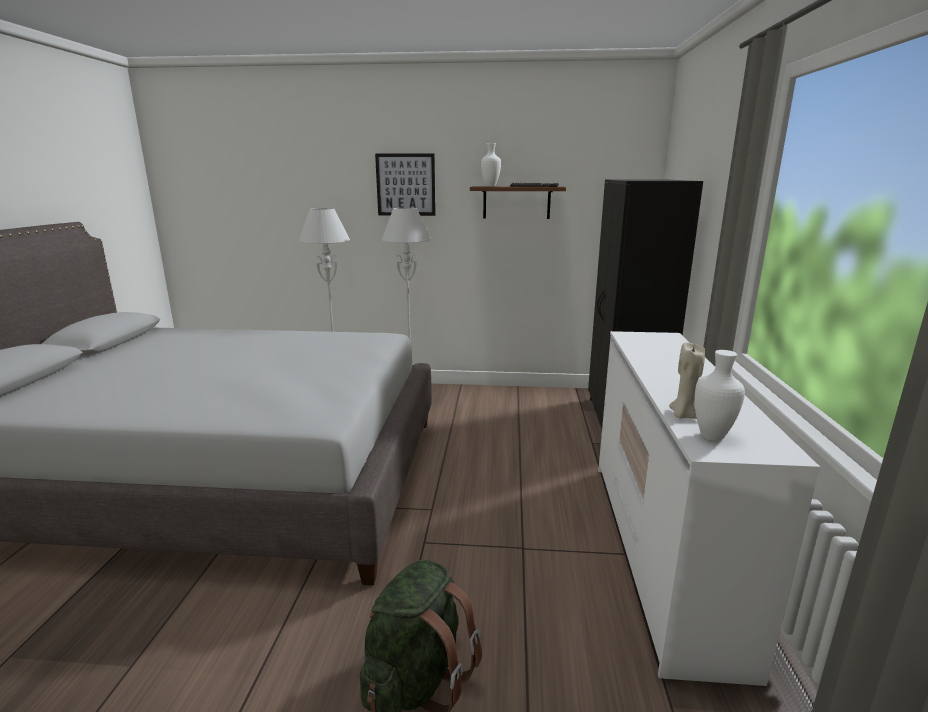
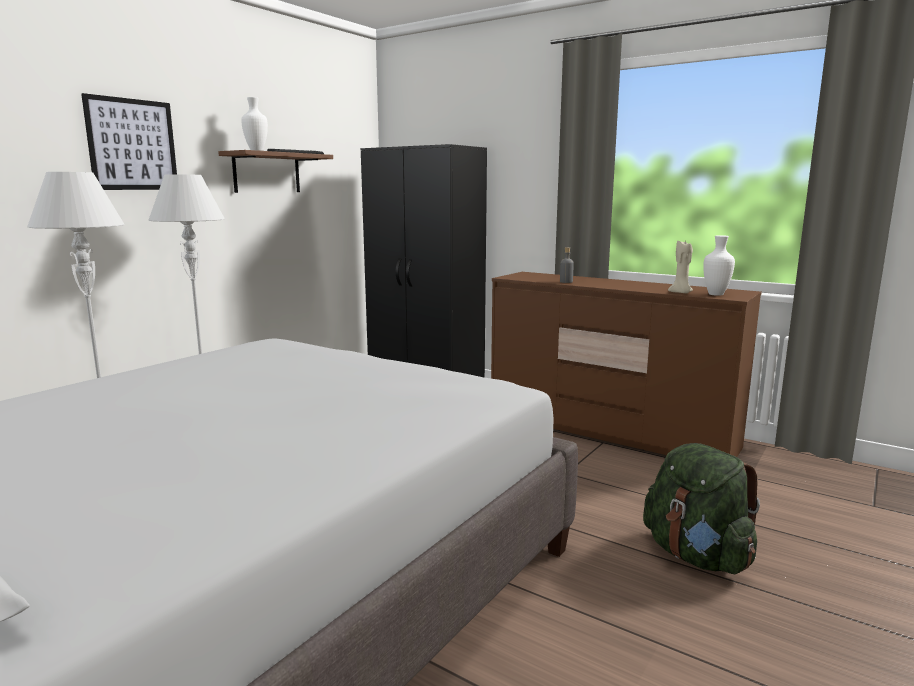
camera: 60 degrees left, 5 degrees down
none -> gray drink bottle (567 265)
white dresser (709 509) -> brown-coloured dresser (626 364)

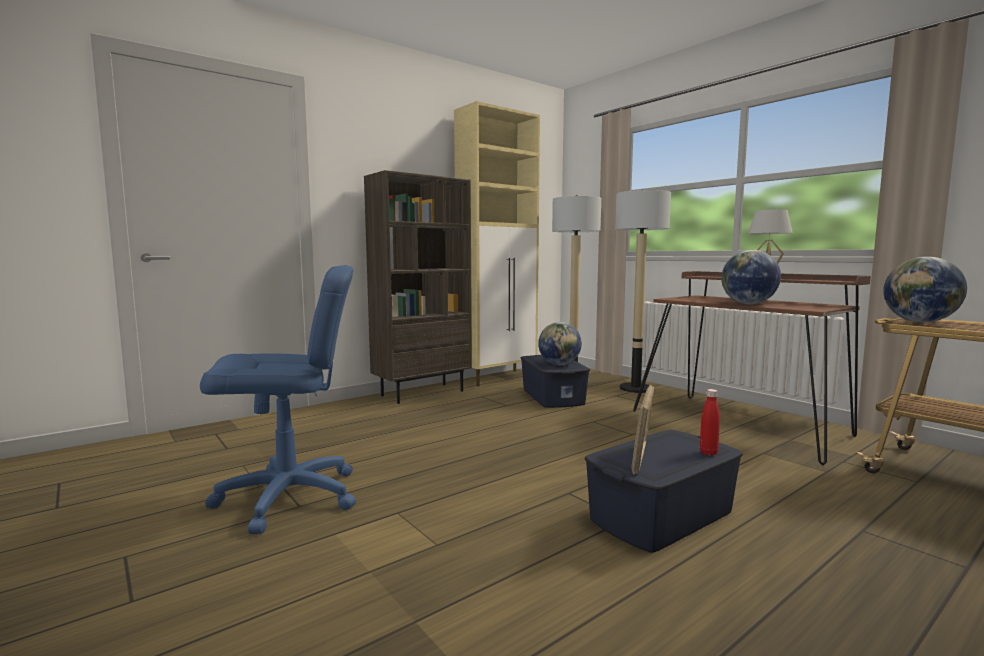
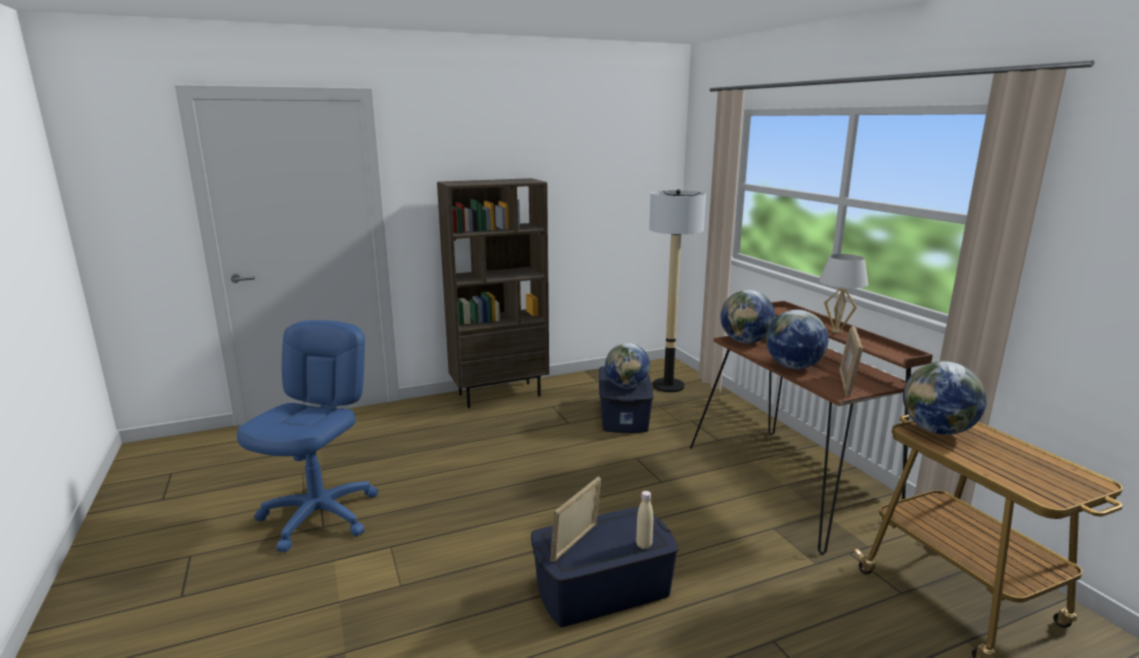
camera: 15 degrees right, 10 degrees up
sand-coloured storage cabinet (497 244) -> none
floor lamp (643 291) -> none
none -> desk globe (748 316)
none -> standing frame (851 361)
red-coloured drink bottle (710 422) -> sand-coloured drink bottle (644 520)
blue computer chair (278 399) -> blue computer chair (307 436), 75 degrees counterclockwise

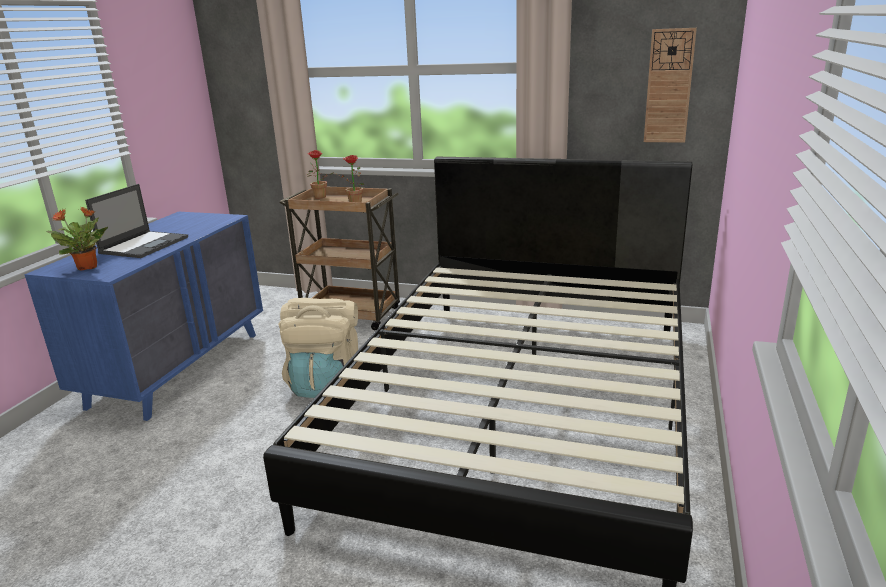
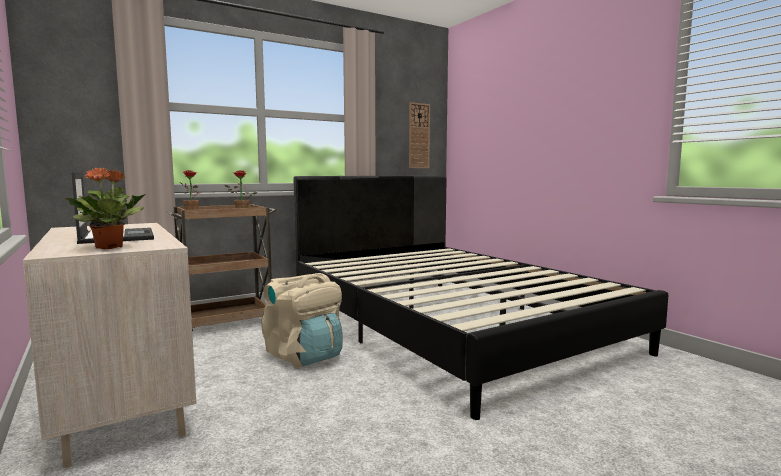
camera: 50 degrees left, 15 degrees down
blue dresser (143 316) -> sand-coloured dresser (110 345)

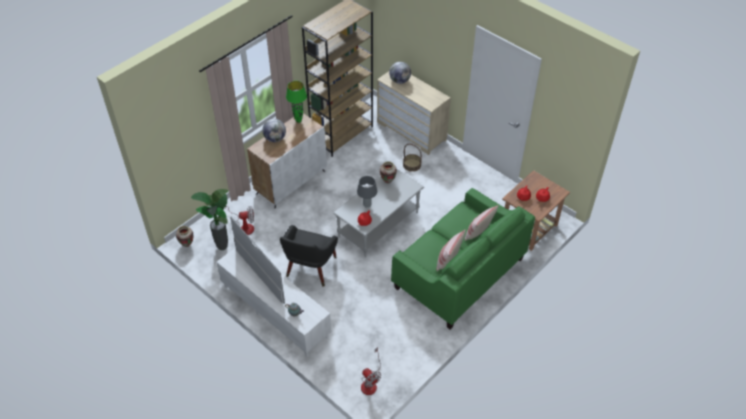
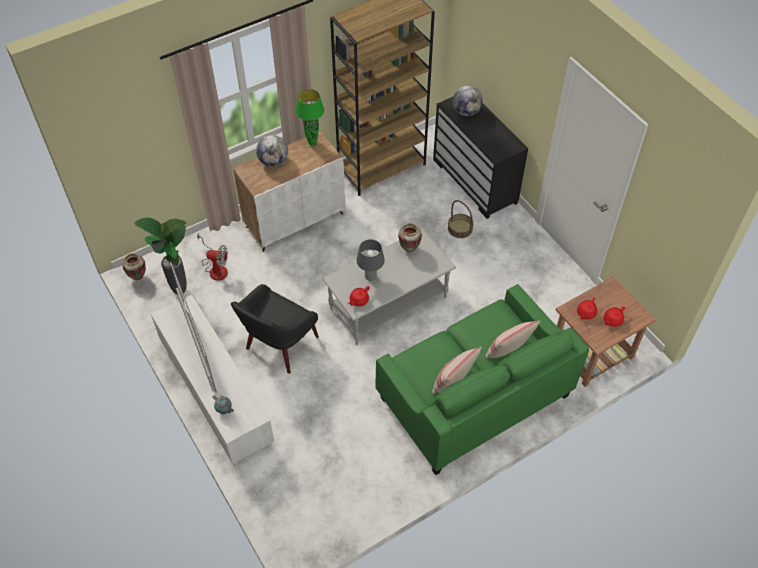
camera: 15 degrees right, 5 degrees up
electric fan (371 371) -> none
sand-coloured dresser (414 113) -> black dresser (480 158)

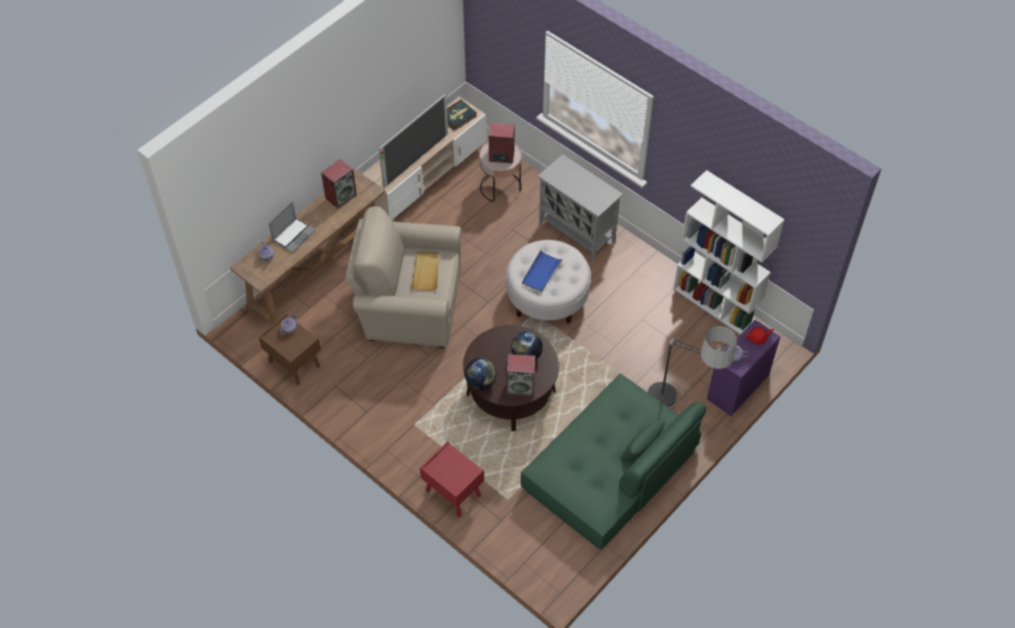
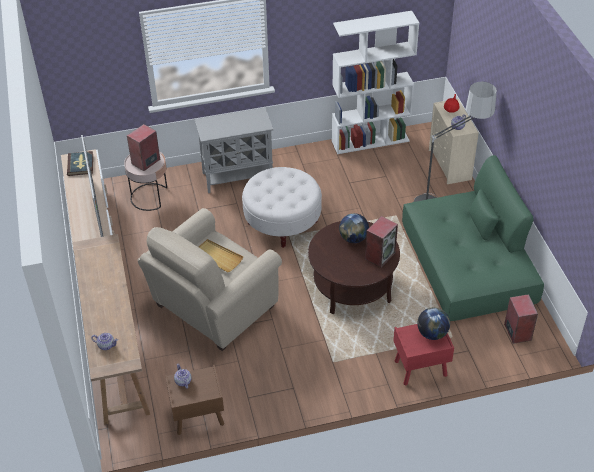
camera: 55 degrees left, 10 degrees down
notebook computer (292 227) -> none
blue carrying tray (542 271) -> none
loudspeaker (339 184) -> loudspeaker (521 319), moved
desk globe (481 374) -> desk globe (433 323), moved
purple dresser (743 368) -> sand-coloured dresser (454 141)

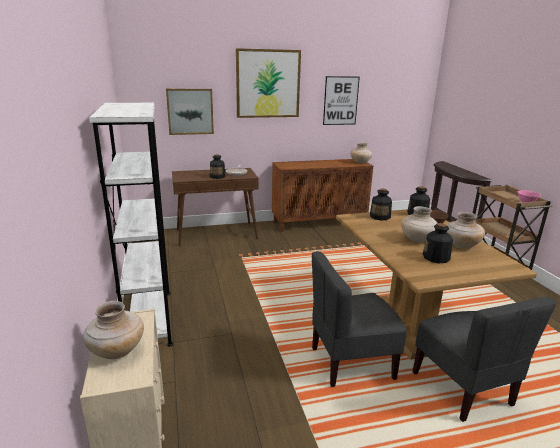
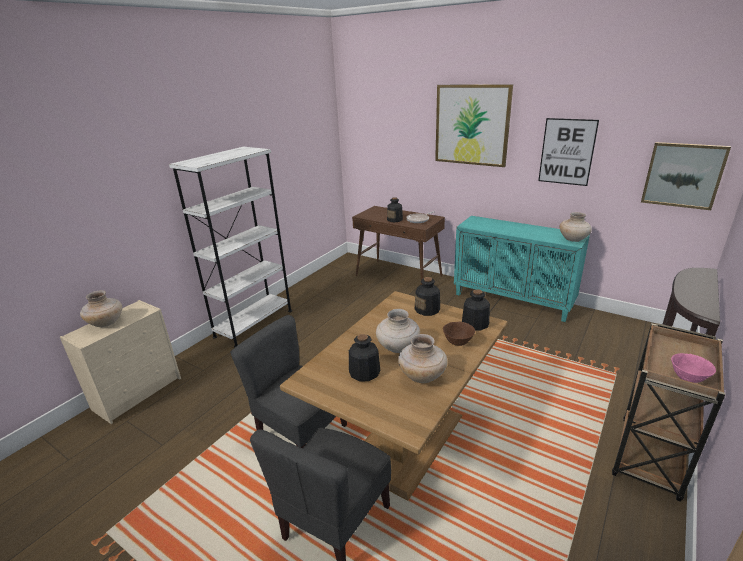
camera: 50 degrees right, 5 degrees up
picture (190 112) -> picture (686 176), moved
brown-coloured storage cabinet (322 195) -> turquoise-coloured storage cabinet (522 269)

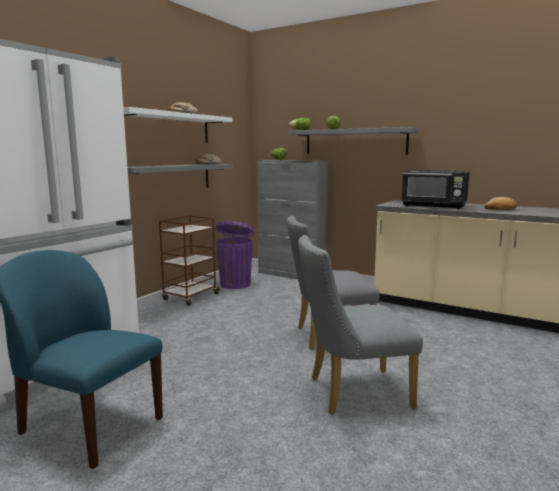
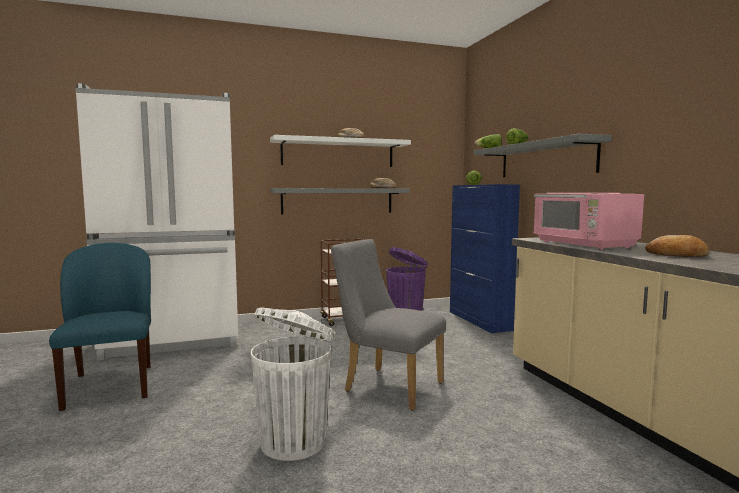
camera: 40 degrees right, 5 degrees down
gray chair (360 325) -> white waste bin (293 384)
gray storage cabinet (292 219) -> blue storage cabinet (485 258)
black microwave oven (435 189) -> pinkish microwave oven (589 221)

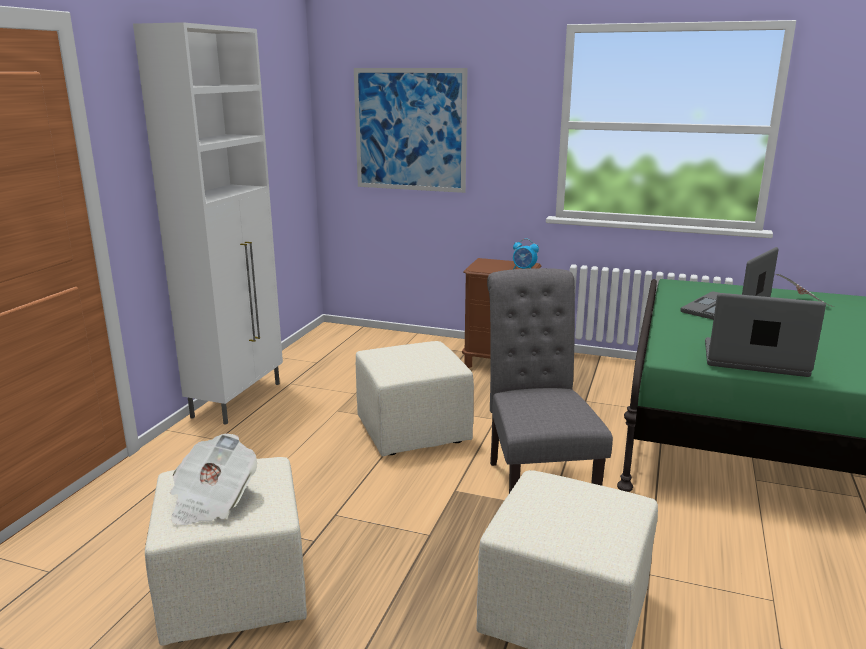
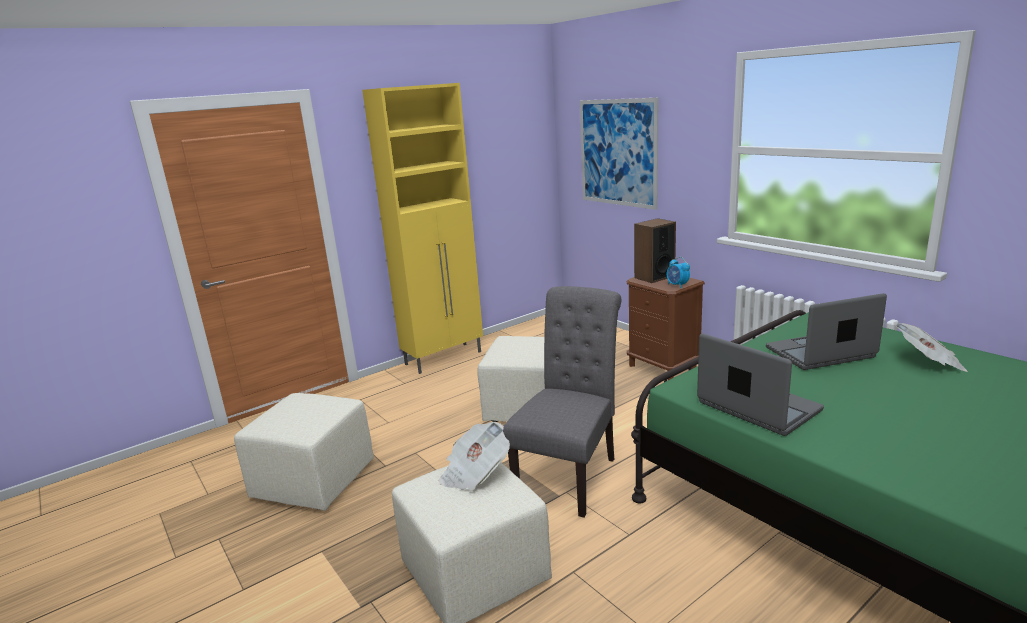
camera: 35 degrees right, 0 degrees up
none -> loudspeaker (655 250)
newspaper (214 479) -> newspaper (474 456), moved
white storage cabinet (208 223) -> yellow storage cabinet (422 228)

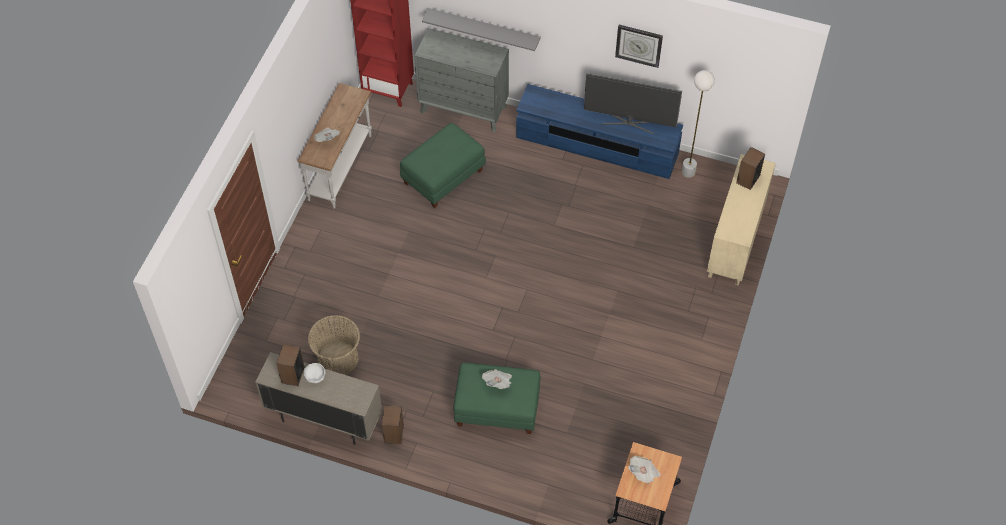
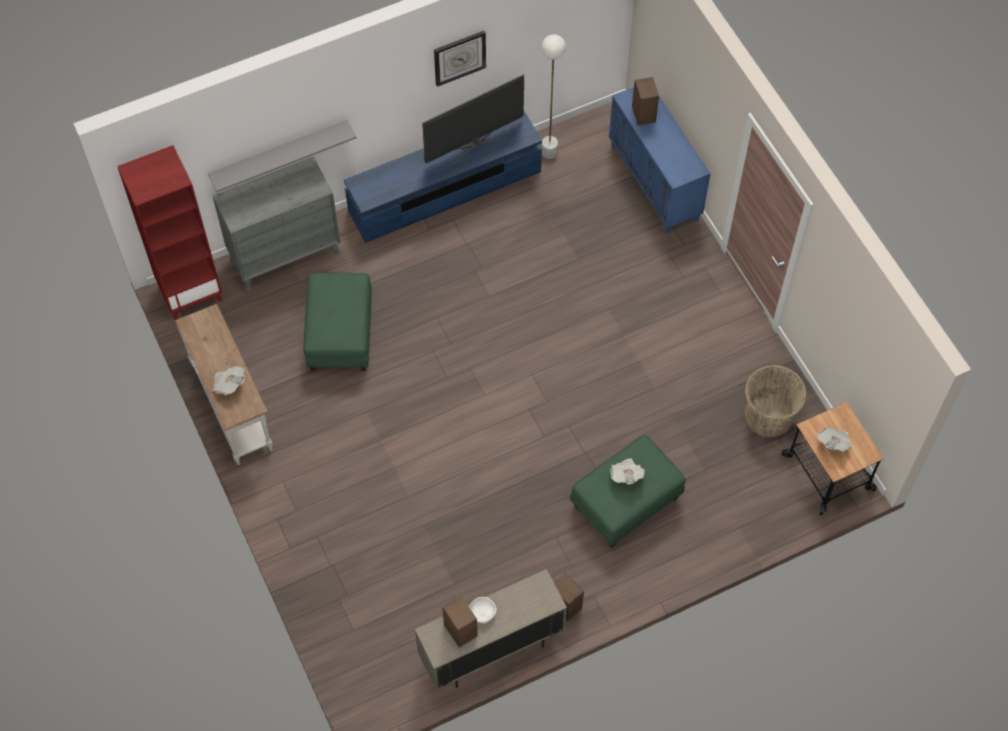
camera: 45 degrees left, 5 degrees up
storage basket (334 345) -> storage basket (776 401), moved
sand-coloured storage cabinet (741 219) -> blue storage cabinet (659 160)

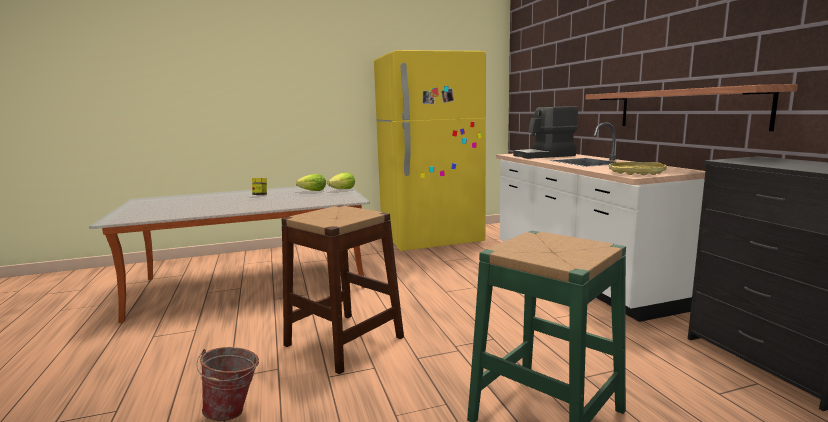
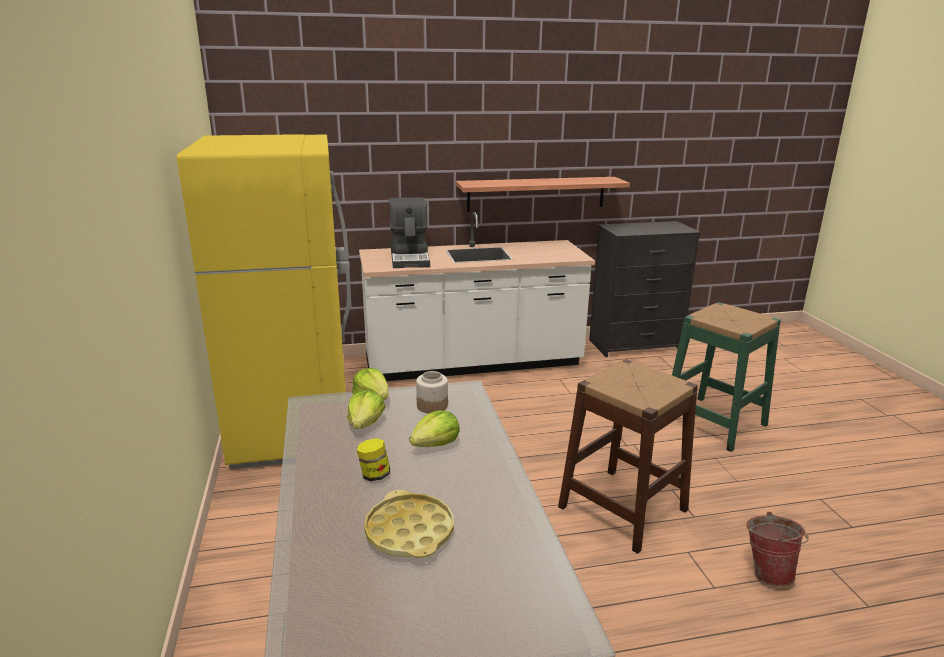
camera: 85 degrees left, 10 degrees up
none -> lettuce (434 428)
none -> storage jar (432 392)
yellow carrying tray (638 169) -> yellow carrying tray (409 524), moved

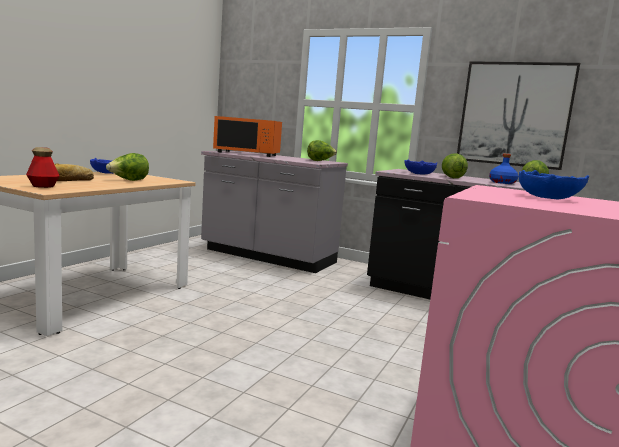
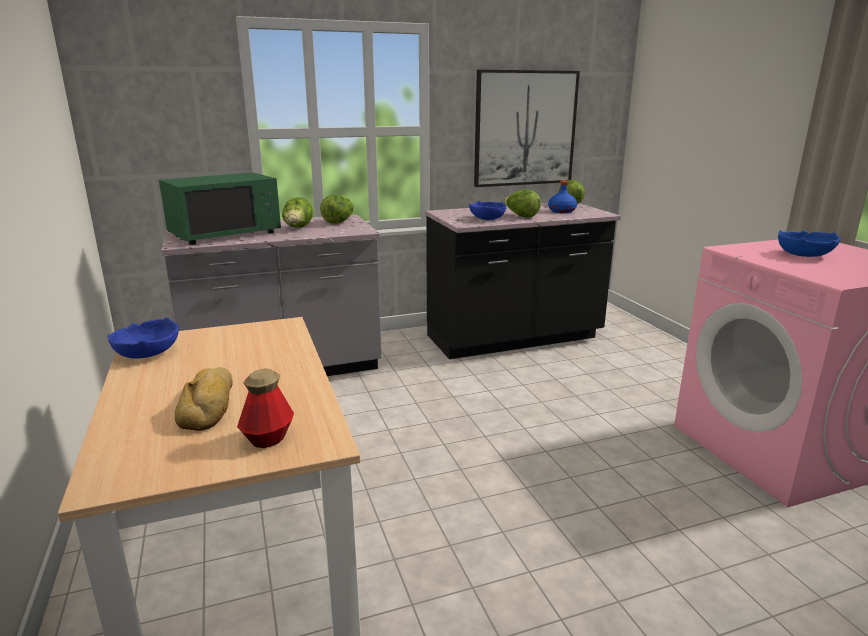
camera: 45 degrees left, 10 degrees up
lettuce (127 167) -> lettuce (297 212), moved
orange microwave oven (247 136) -> green-coloured microwave oven (220 208)

